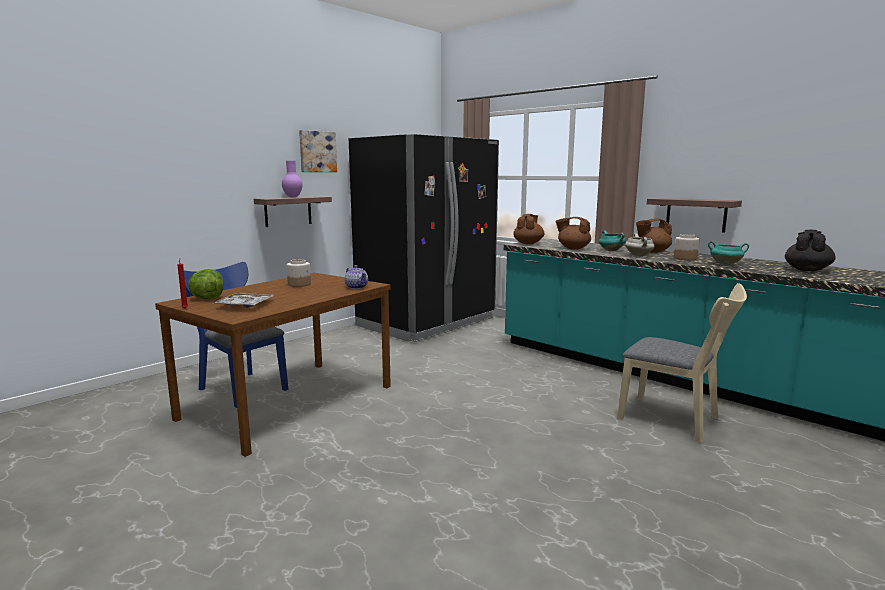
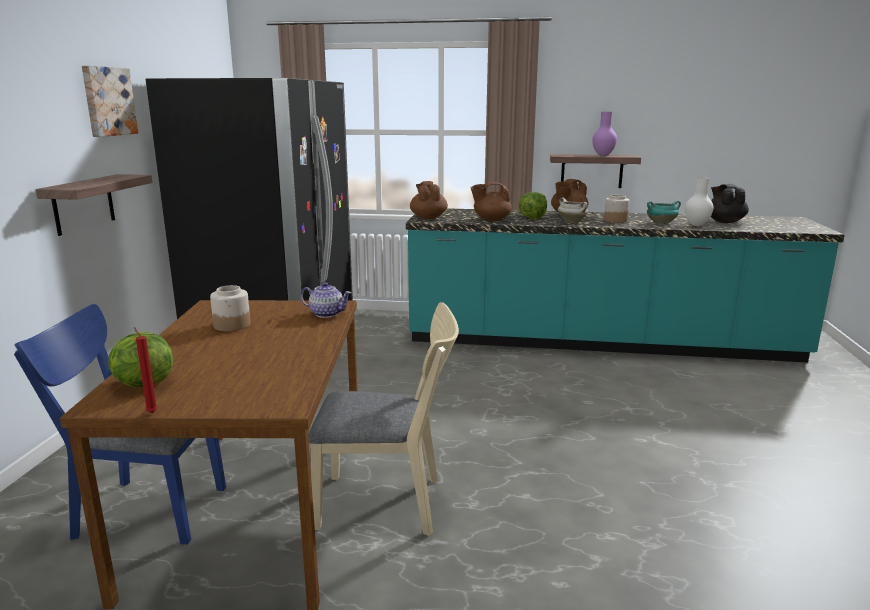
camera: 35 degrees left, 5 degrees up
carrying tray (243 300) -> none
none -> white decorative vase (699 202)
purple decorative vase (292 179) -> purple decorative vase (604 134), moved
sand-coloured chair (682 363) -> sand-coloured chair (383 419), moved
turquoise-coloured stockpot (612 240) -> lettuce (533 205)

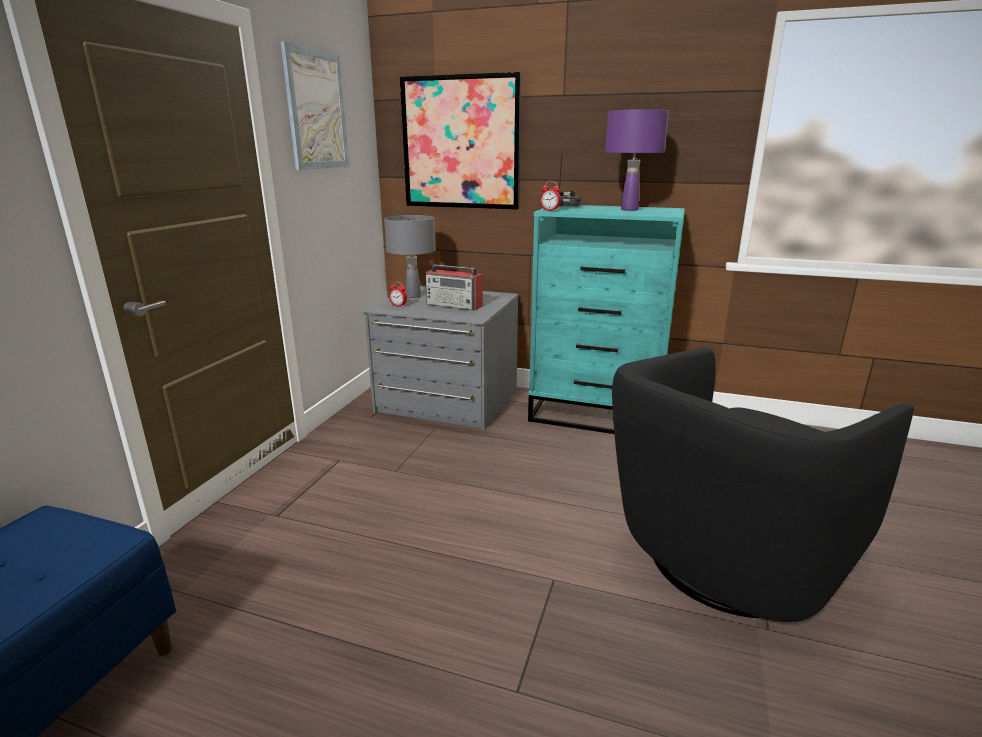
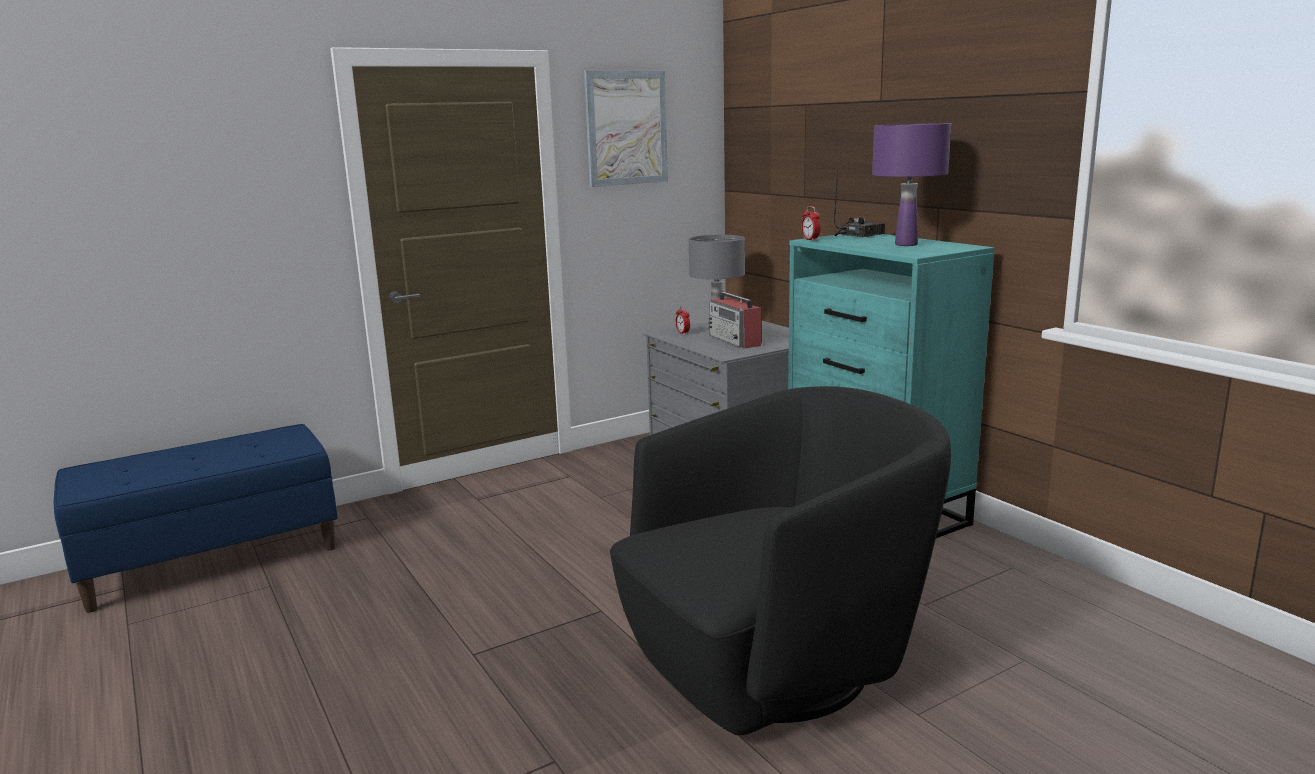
camera: 40 degrees right, 5 degrees down
picture (461 141) -> none
black lounge chair (763 485) -> black lounge chair (780 560), 150 degrees clockwise

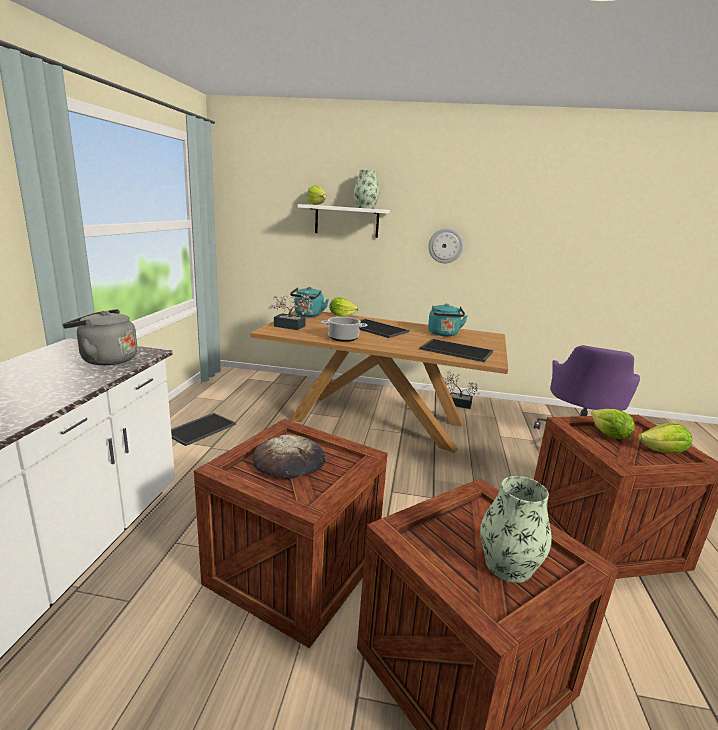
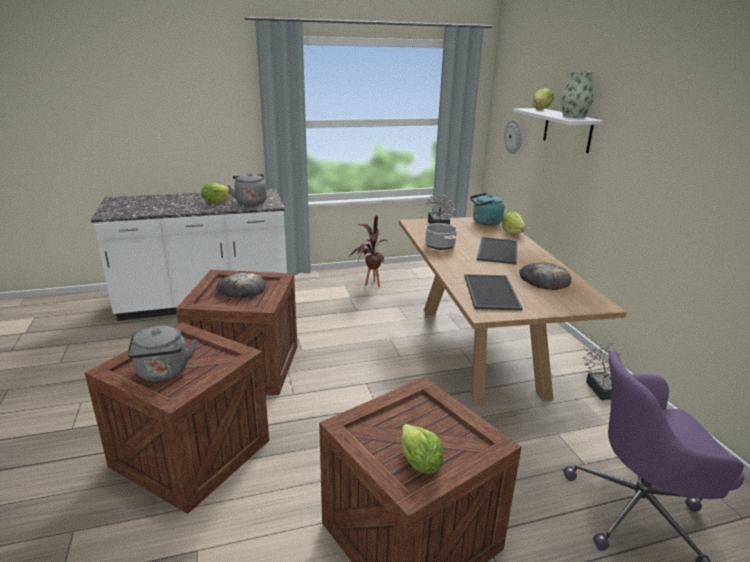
camera: 65 degrees right, 5 degrees up
hanging clock (445 246) -> hanging clock (513 136), moved
lettuce (613 424) -> lettuce (215 193), moved
carrying tray (203 429) -> potted plant (369 251)
turquoise-coloured kettle (448 319) -> bakery bread (545 276)
decorative vase (516 529) -> gray kettle (162 353)

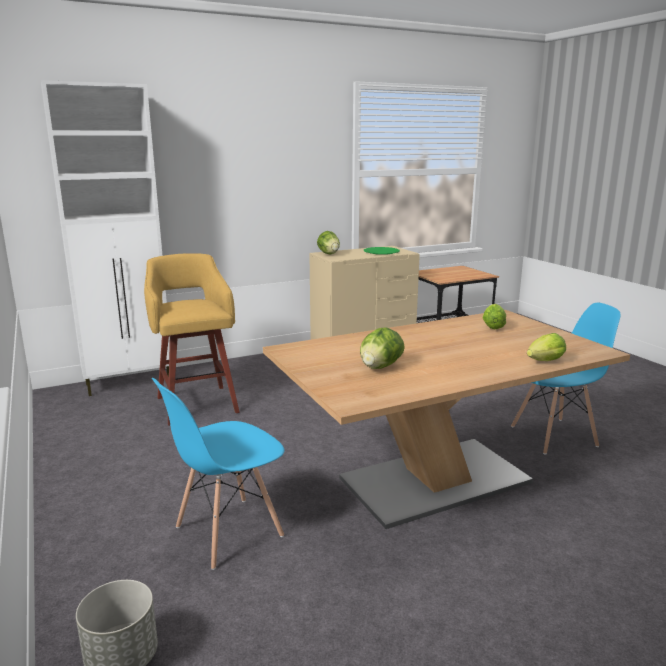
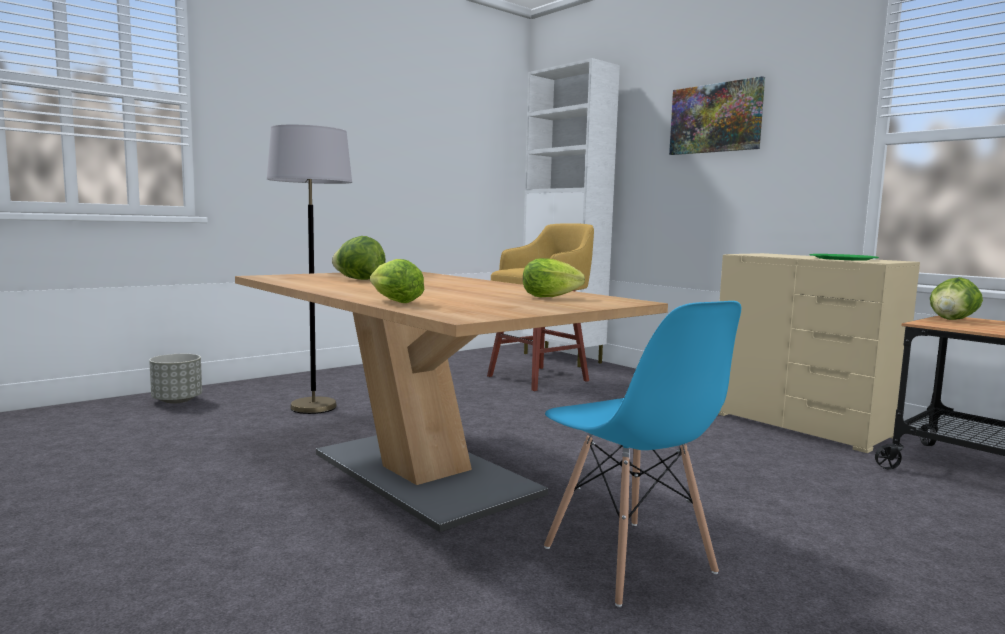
camera: 75 degrees right, 10 degrees down
none -> picture (717 115)
lettuce (328 243) -> lettuce (956 298), moved
blue chair (218 474) -> gray floor lamp (309 269)

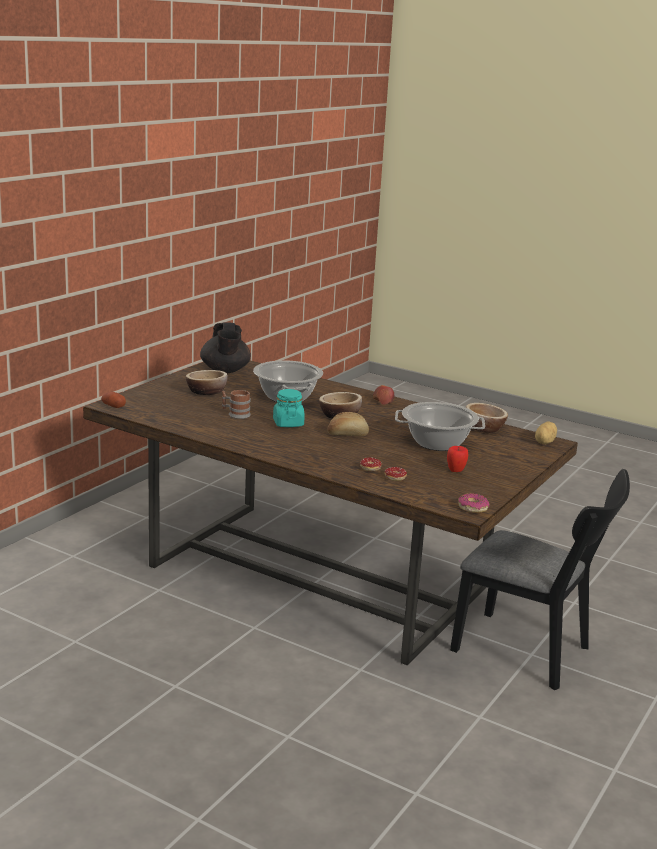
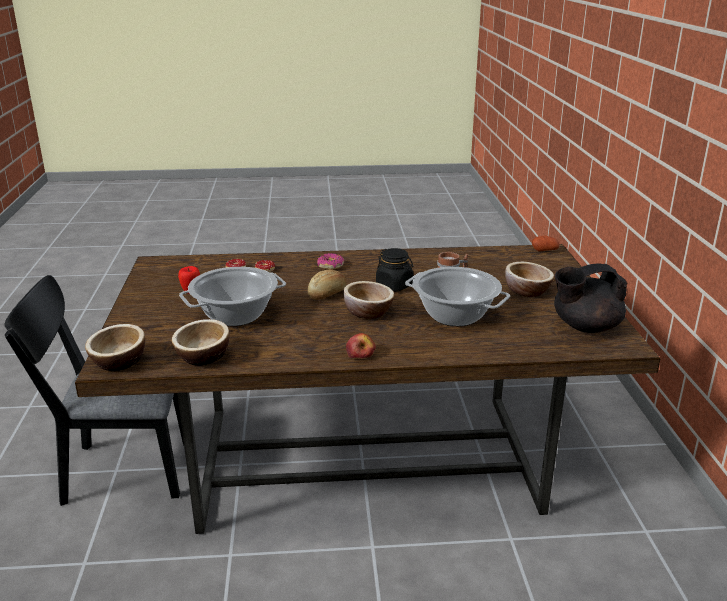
camera: 145 degrees right, 5 degrees up
ring doughnut (473 503) -> ring doughnut (331 261), moved
whole potato (546 432) -> deep dish (115 347)
turquoise-coloured storage jar (289 408) -> black storage jar (395 269)
black teapot (225 347) -> black teapot (590 298), 60 degrees counterclockwise

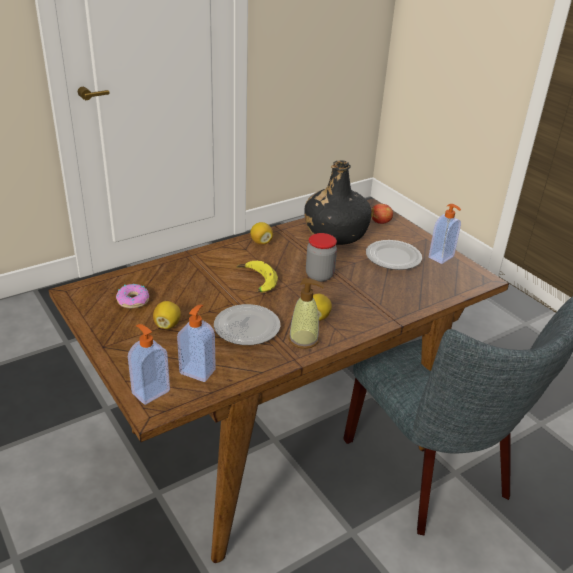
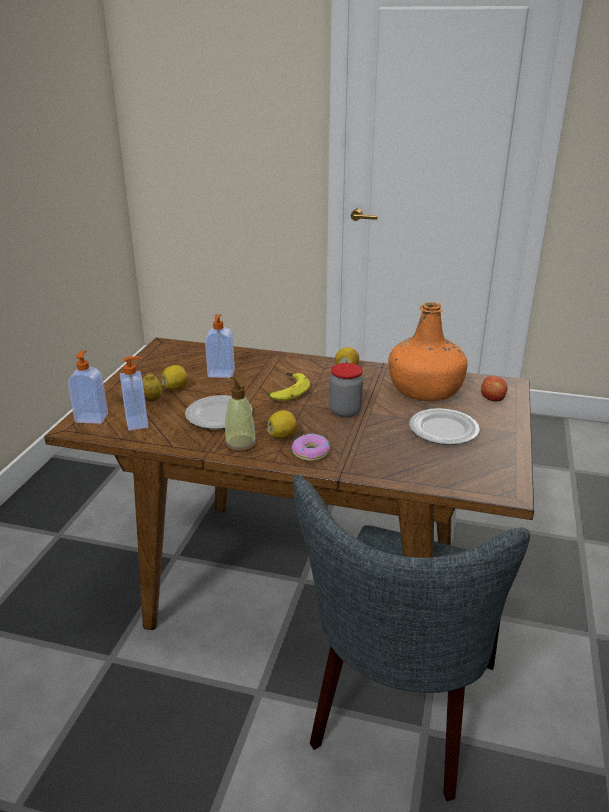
camera: 50 degrees right, 5 degrees down
none -> citrus fruit (152 387)
ring doughnut (132 296) -> ring doughnut (311 447), moved
soap bottle (445 234) -> soap bottle (220 346), moved
black drink bottle (337 202) -> orange drink bottle (428 351)

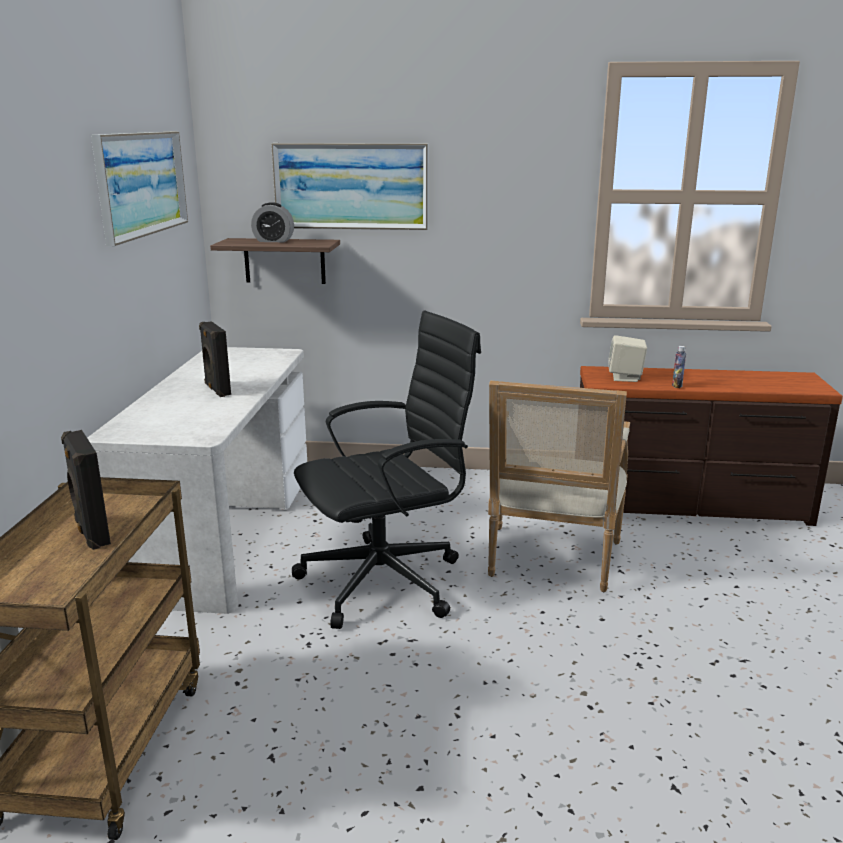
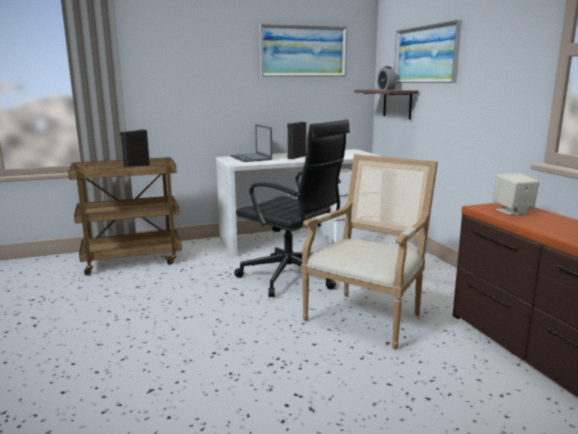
camera: 65 degrees right, 5 degrees down
drink bottle (679 367) -> none
none -> notebook computer (251 143)
lounge chair (559 486) -> lounge chair (369 252), 135 degrees clockwise

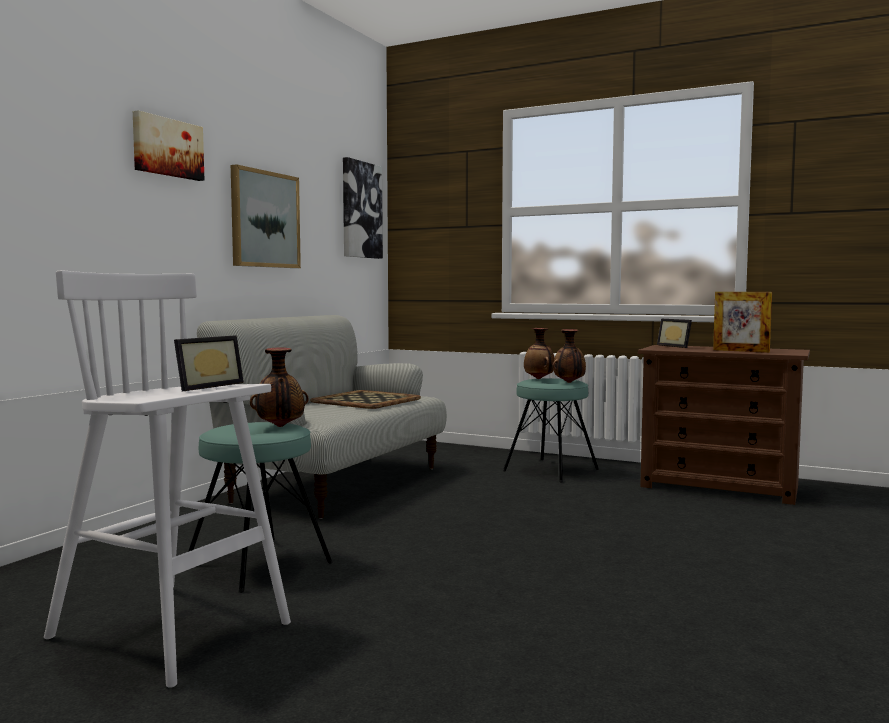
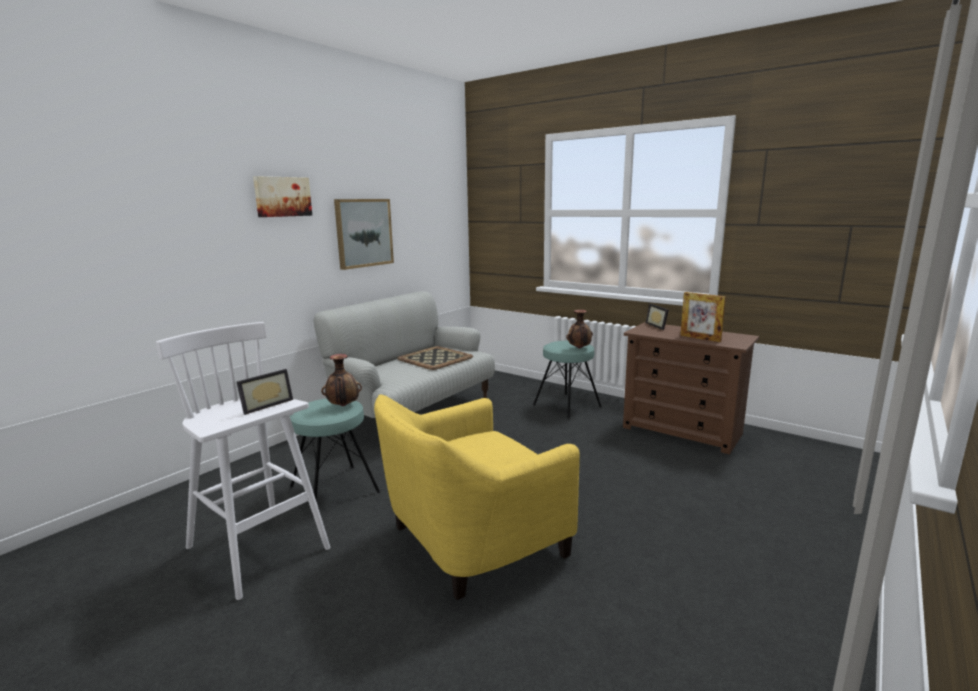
camera: 10 degrees right, 10 degrees up
picture (363 208) -> none
decorative vase (539 353) -> none
none -> yellow lounge chair (477 497)

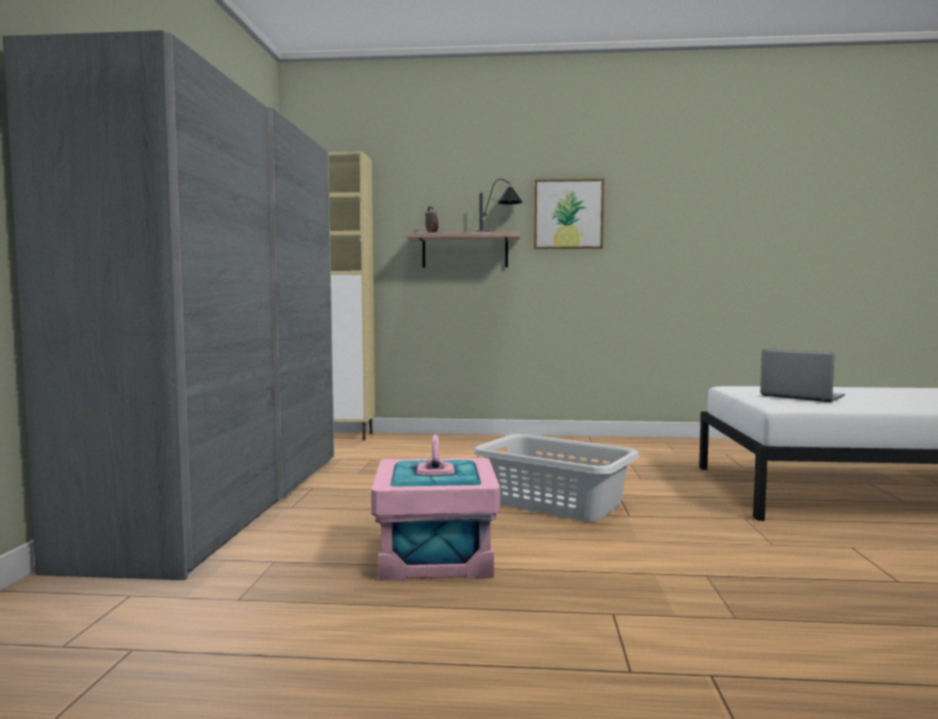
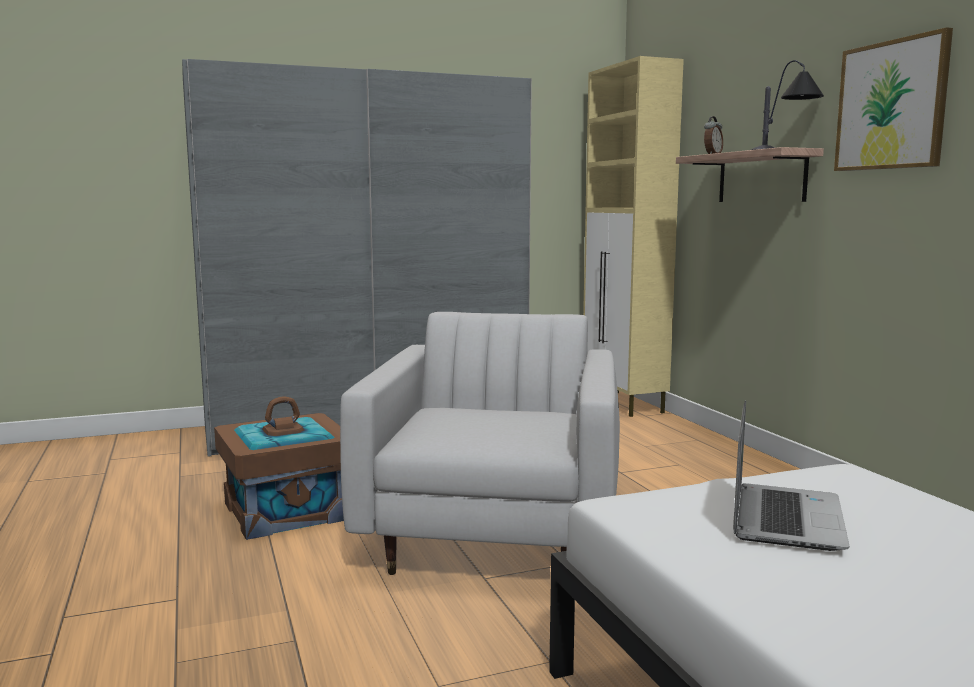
camera: 65 degrees right, 5 degrees up
gray laundry basket (556 478) -> white lounge chair (480 443)
pinkish storage box (435 508) -> brown-coloured storage box (279 468)

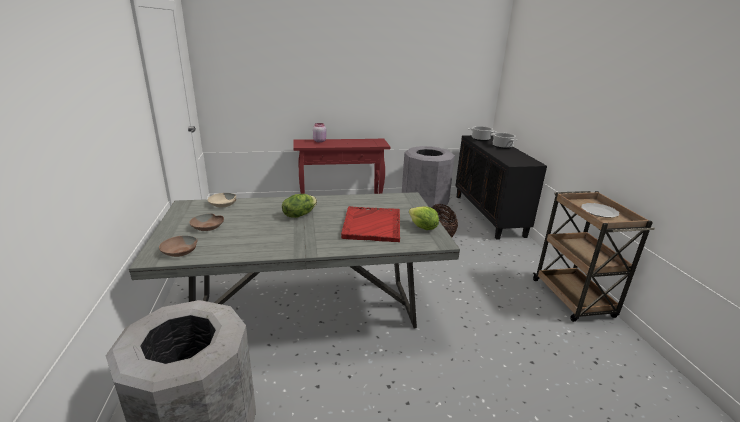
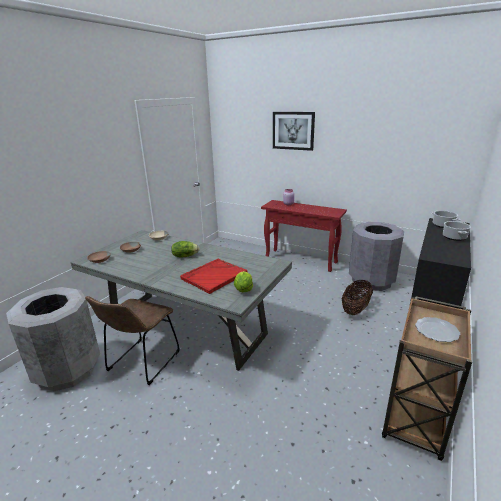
camera: 40 degrees right, 0 degrees up
none -> brown-coloured chair (132 340)
none -> picture (294 131)

